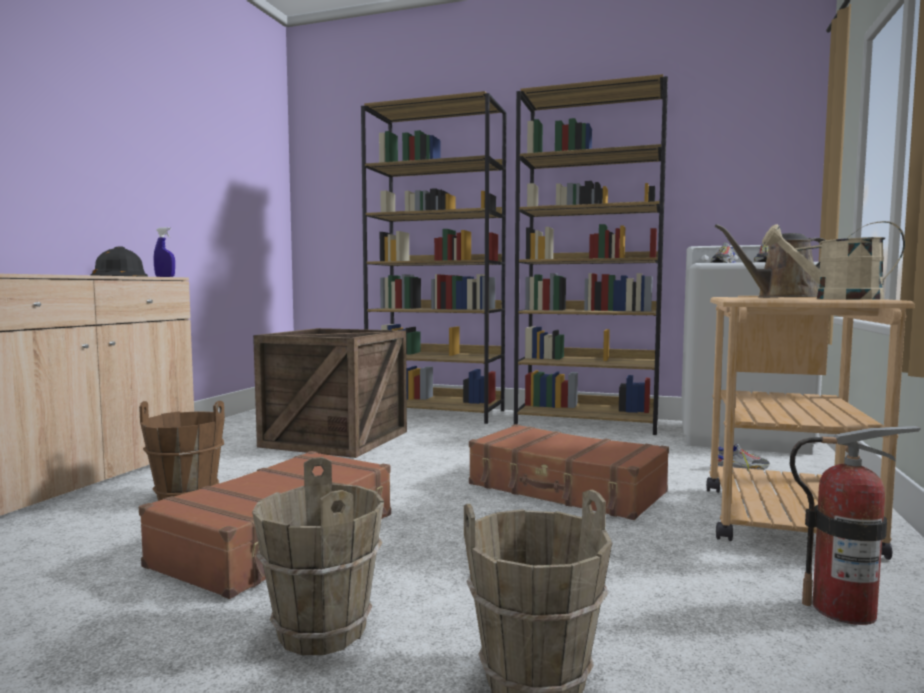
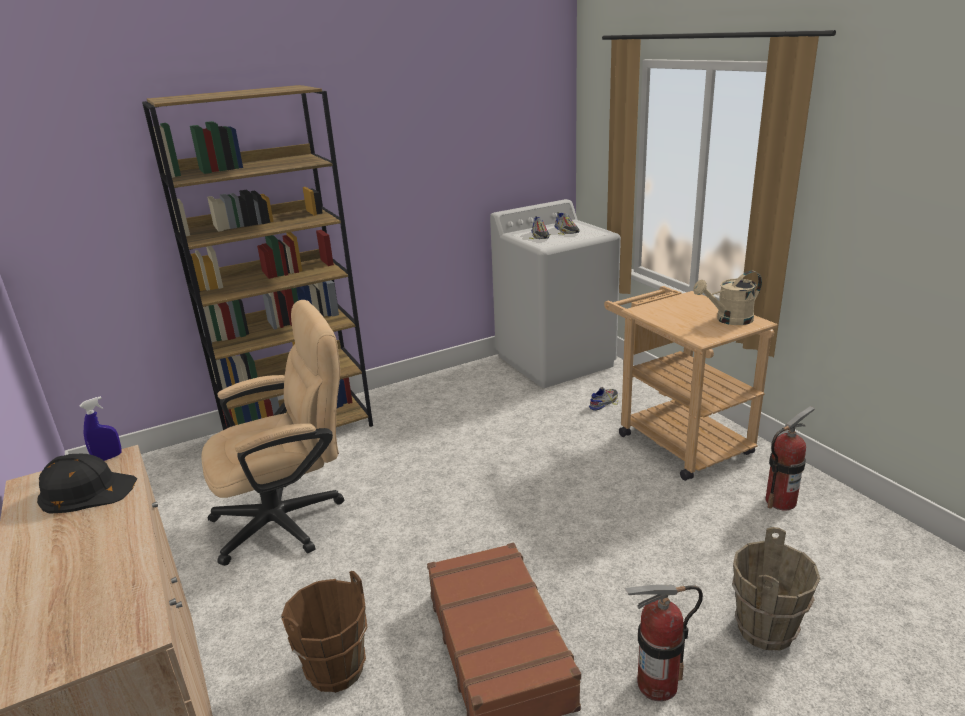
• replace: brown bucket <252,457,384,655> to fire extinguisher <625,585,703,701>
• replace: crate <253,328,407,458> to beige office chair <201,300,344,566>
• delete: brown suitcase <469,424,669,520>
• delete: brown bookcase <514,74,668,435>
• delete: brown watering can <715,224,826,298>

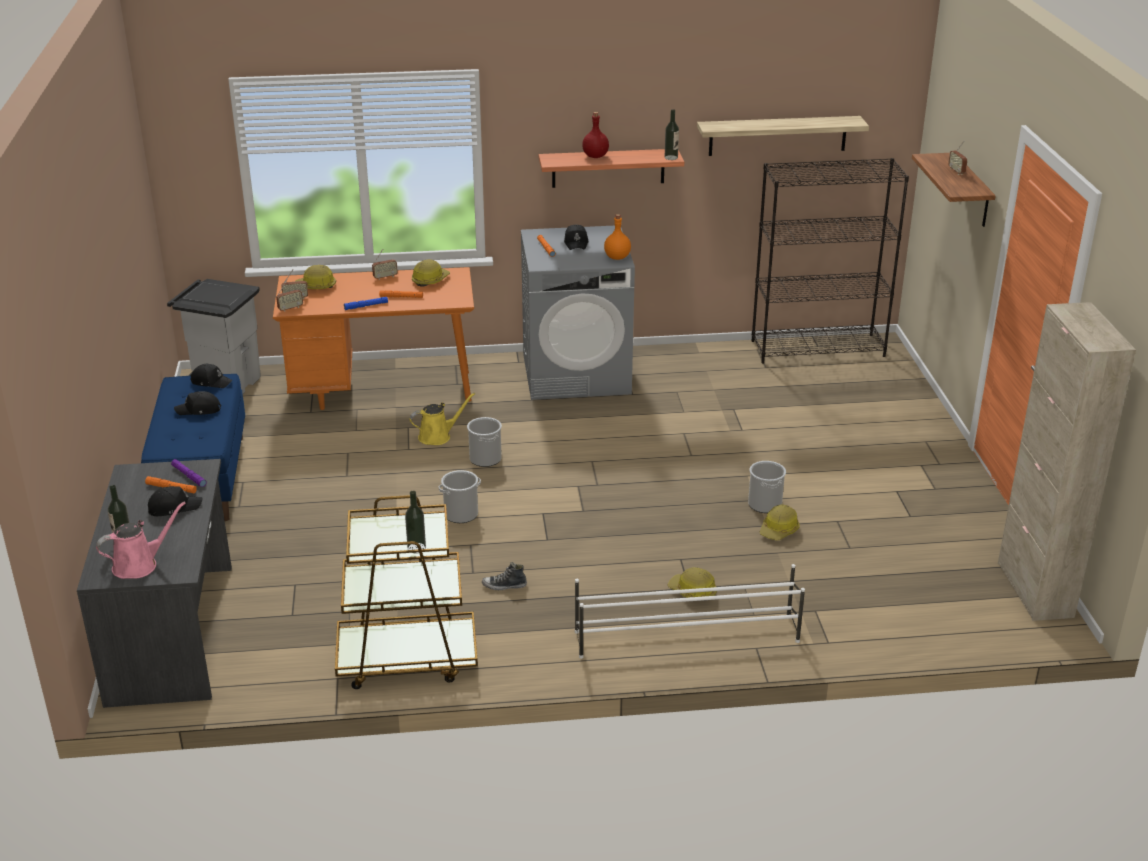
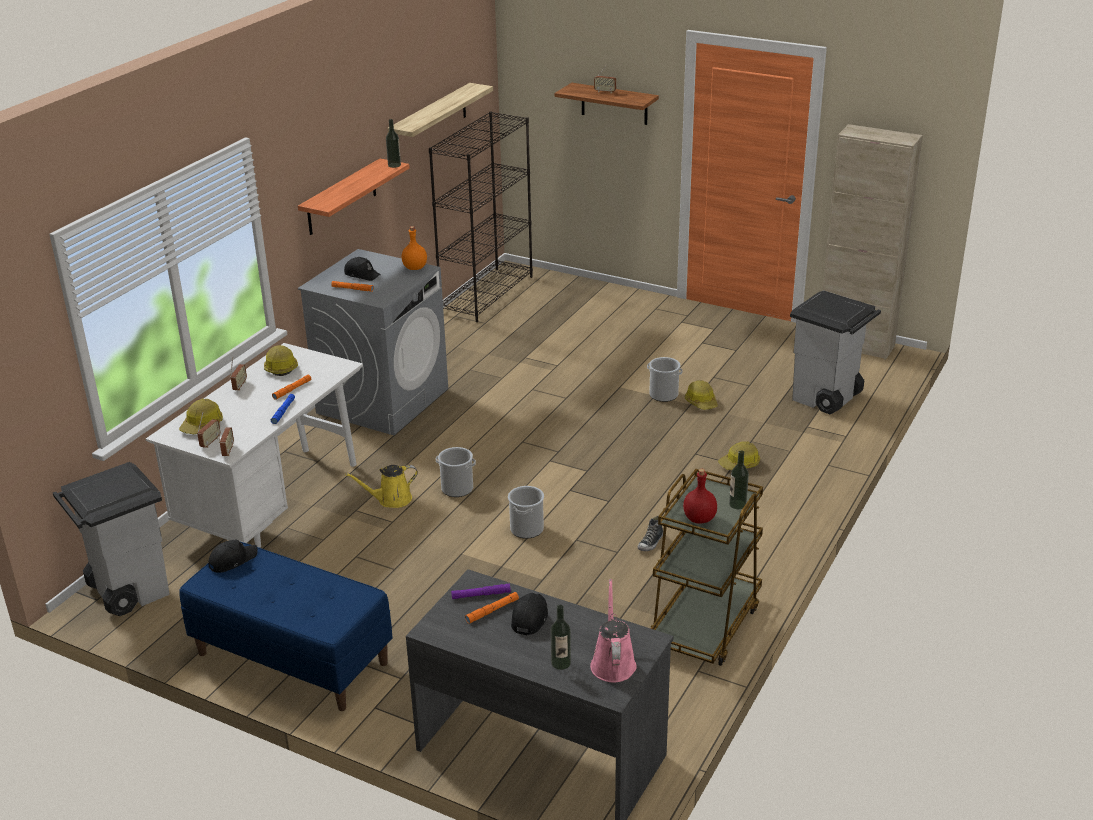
• delete: black cap <174,391,221,415>
• recolor: orange desk <273,267,474,410> to white desk <146,343,363,548>
• rotate: yellow watering can <410,393,475,445> = <345,465,418,508> 120 degrees counterclockwise
• delete: white shoe rack <575,564,805,659>
• move: red bottle <582,112,609,158> to <683,469,717,524>
• insert: grey trash can <790,290,881,414>

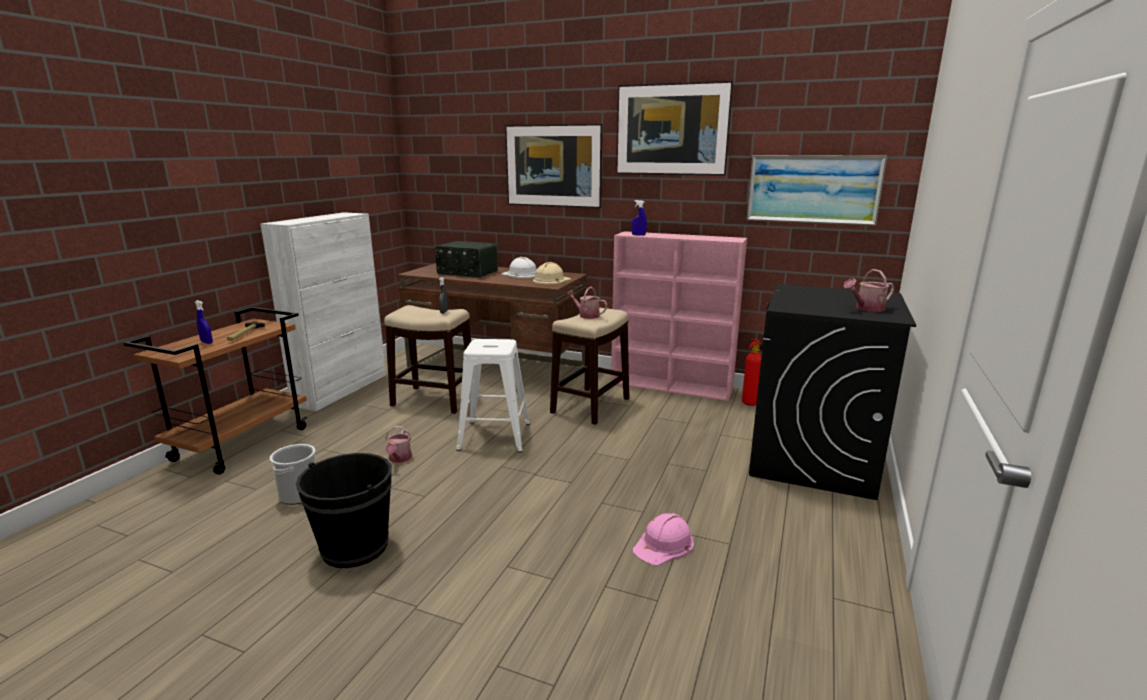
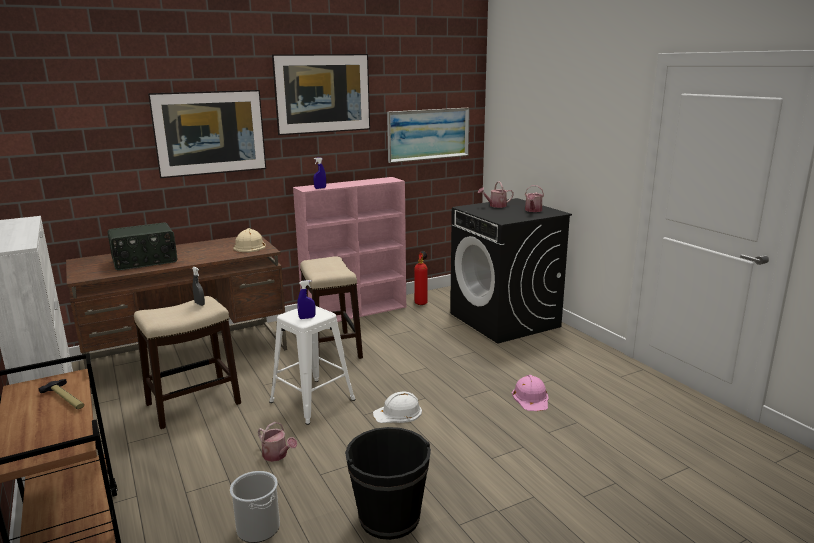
• move: blue spray bottle <195,300,213,344> to <297,280,315,319>
• move: white hard hat <502,257,537,278> to <373,391,422,423>
• move: watering can <566,287,607,319> to <478,181,514,208>

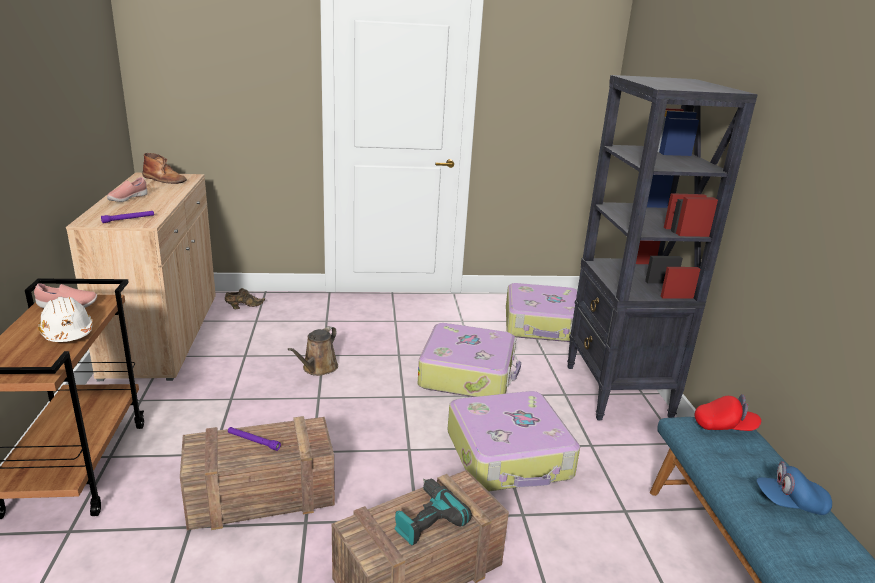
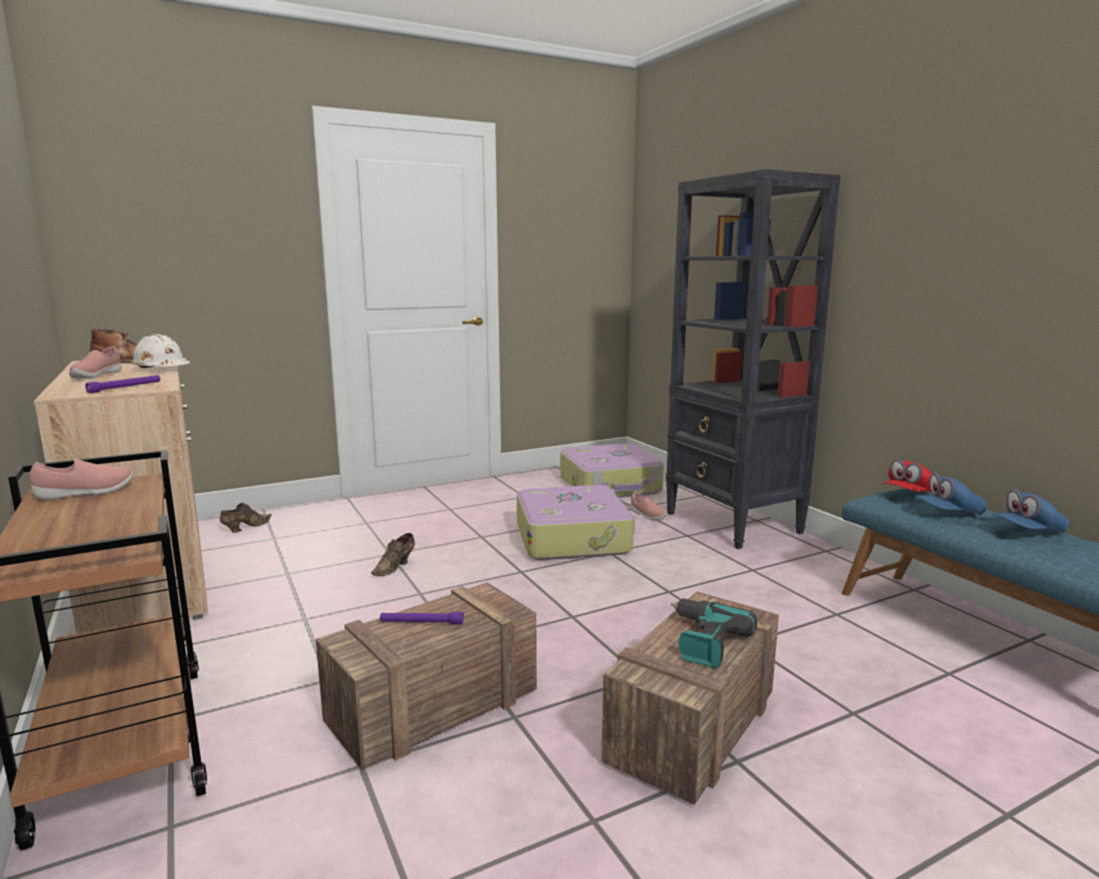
• move: white hard hat <38,297,93,342> to <131,334,190,368>
• replace: brown watering can <287,326,338,376> to brown shoe <371,533,415,576>
• delete: suitcase <447,391,580,492>
• rotate: red cap <695,394,762,431> = <882,459,932,492> 150 degrees clockwise
• insert: pink shoe <631,492,667,520>
• insert: blue cap <915,473,987,515>

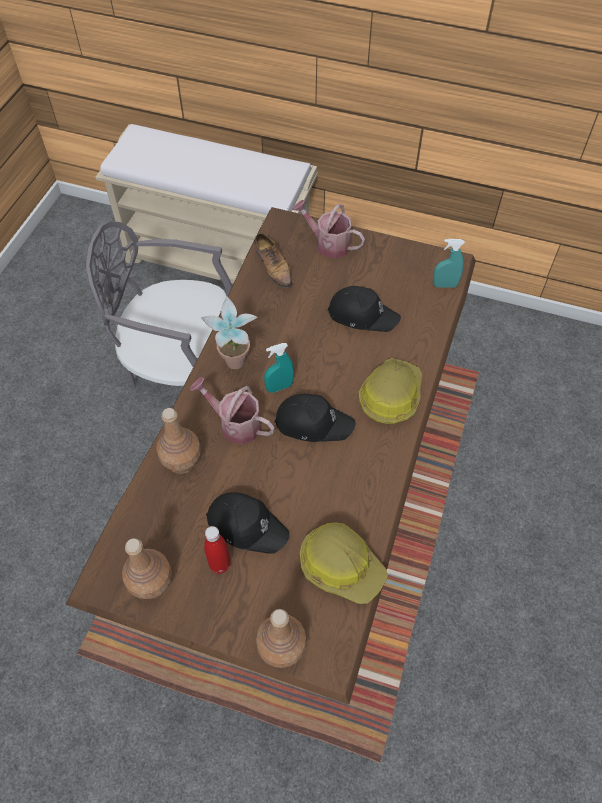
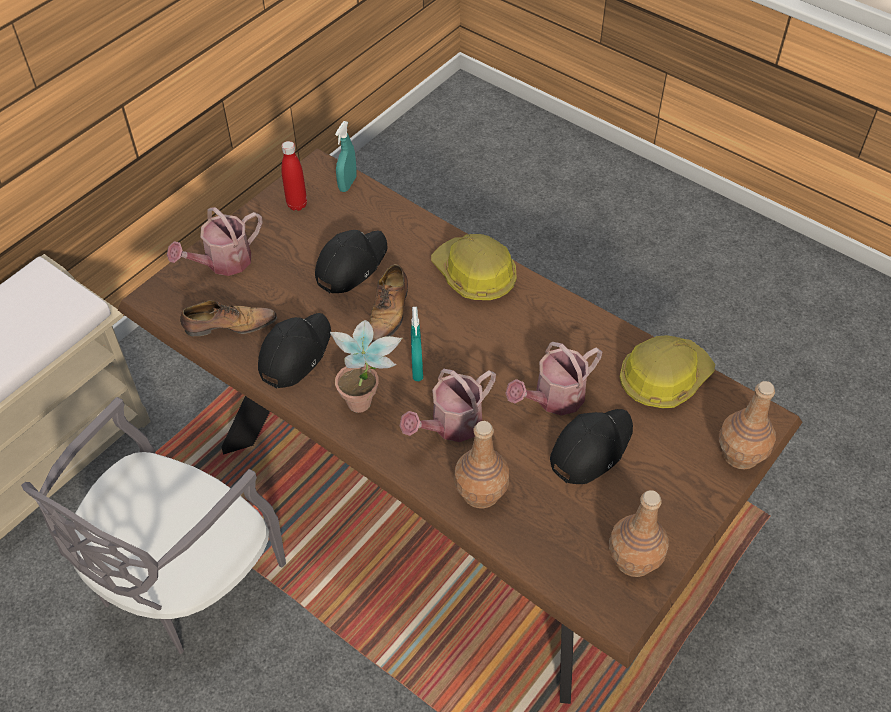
• move: red bottle <204,526,230,574> to <281,141,307,211>
• move: black cap <274,394,356,442> to <258,313,331,388>
• insert: shoe <369,264,408,343>
• insert: watering can <505,342,603,416>

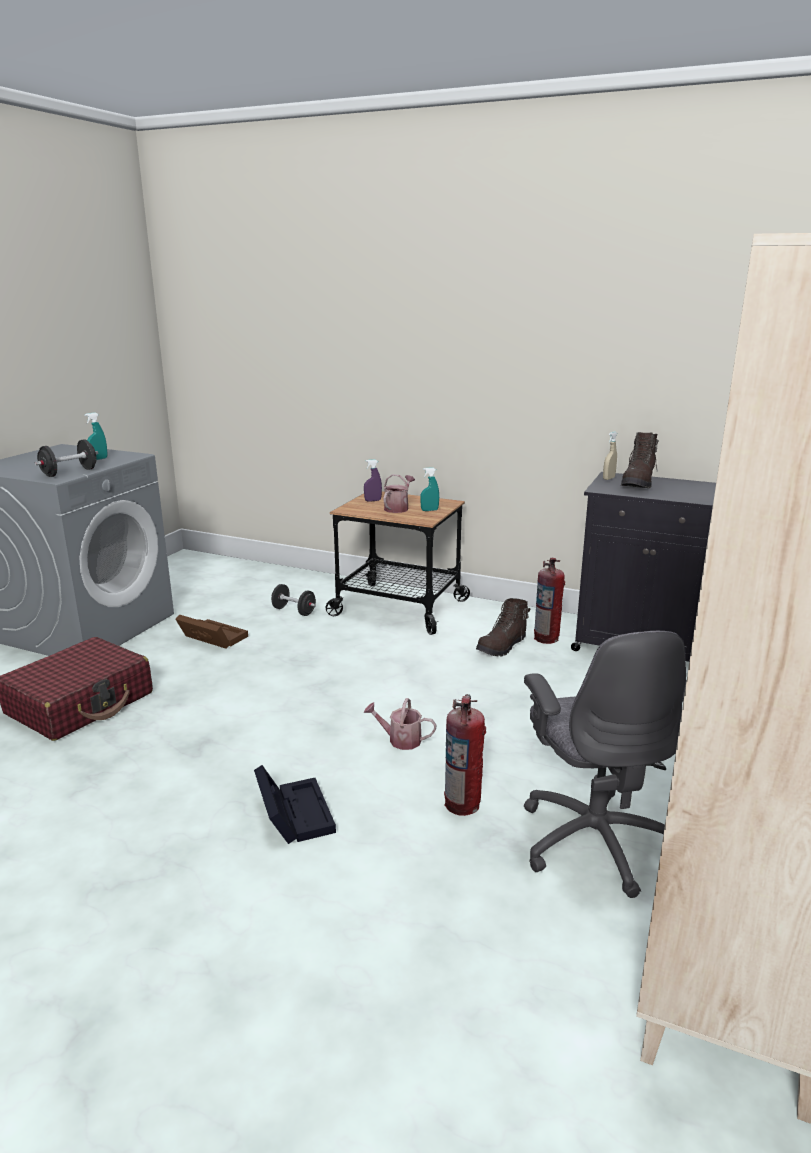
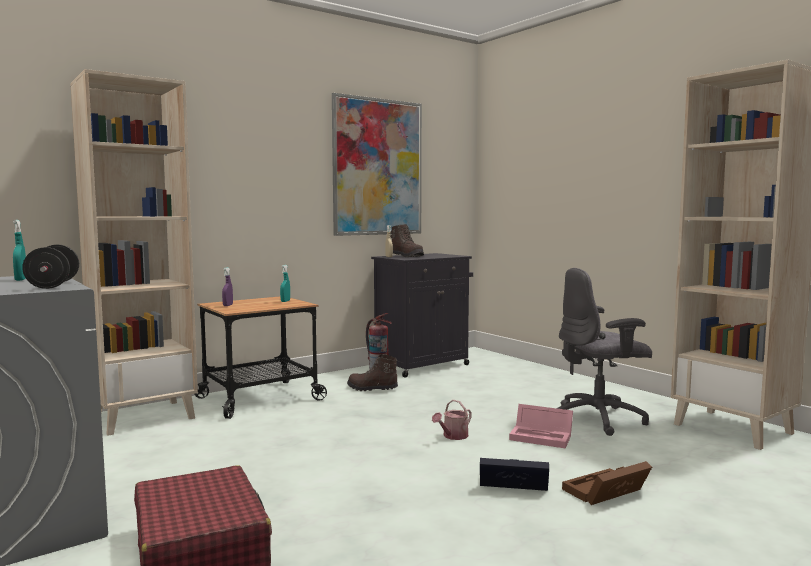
• move: brown storage box <175,614,248,649> to <562,461,652,505>
• delete: black dumbbell <271,584,316,616>
• delete: watering can <383,474,415,513>
• replace: fire extinguisher <444,694,486,816> to pink storage box <509,404,573,448>
• rotate: brown boot <476,598,530,657> = <347,354,398,391> 120 degrees clockwise
• rotate: grey office chair <524,631,687,898> = <557,268,652,436> 150 degrees clockwise
• insert: beige bookcase <70,69,198,436>
• insert: picture <332,93,422,236>

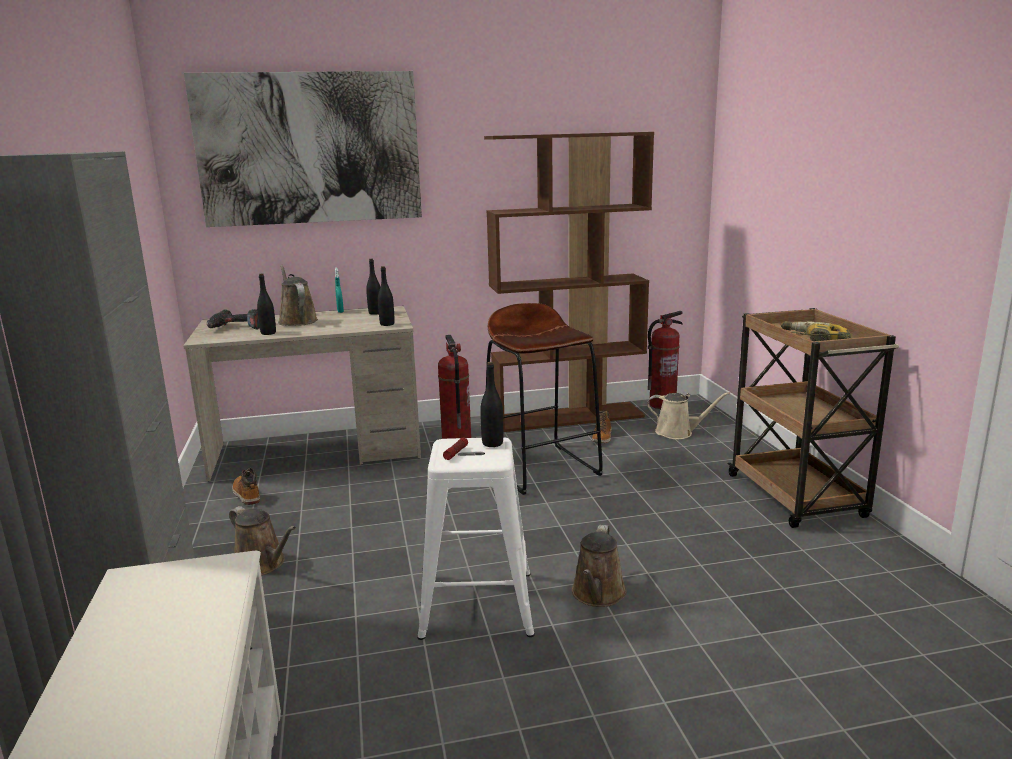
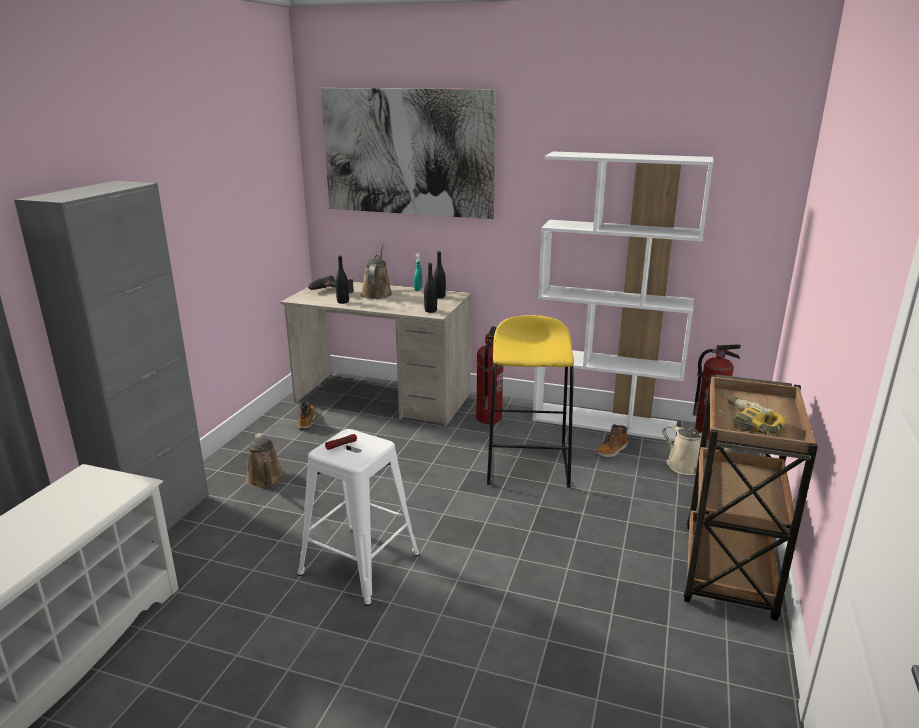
• delete: black bottle <480,362,503,447>
• recolor: brown bookcase <484,132,654,432> to white bookcase <532,152,713,441>
• recolor: brown stool <484,303,603,495> to yellow stool <487,315,574,488>
• delete: brown watering can <572,525,627,607>

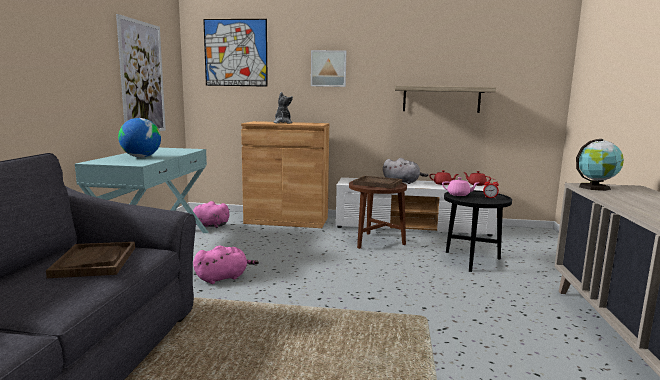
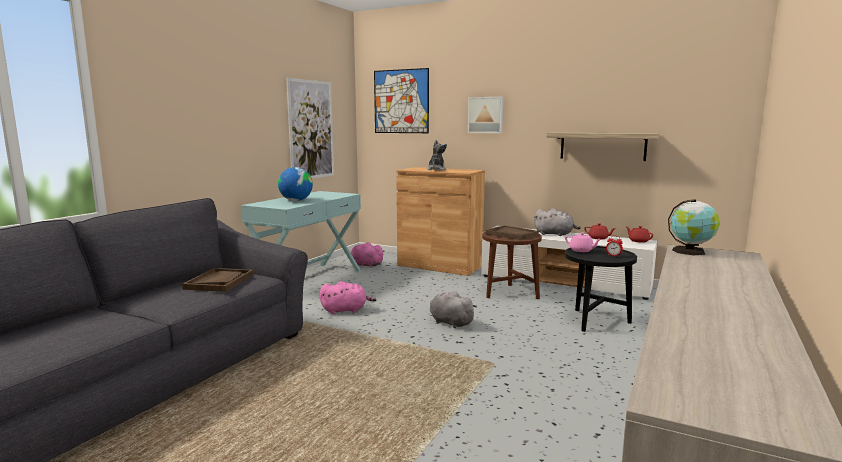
• insert: grey plush toy <430,291,477,328>

